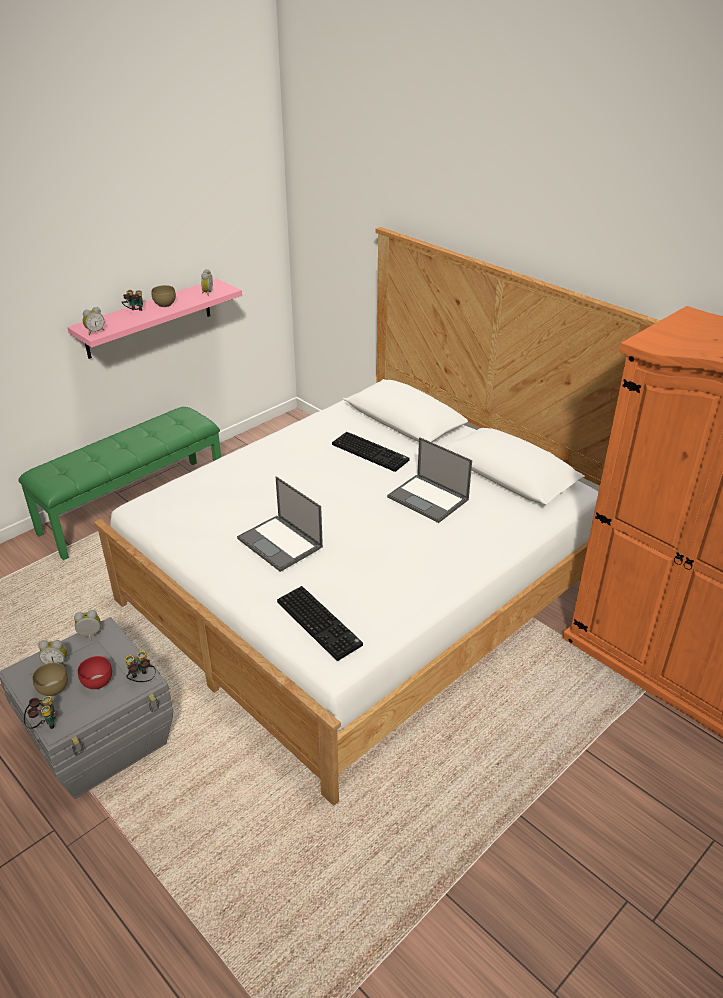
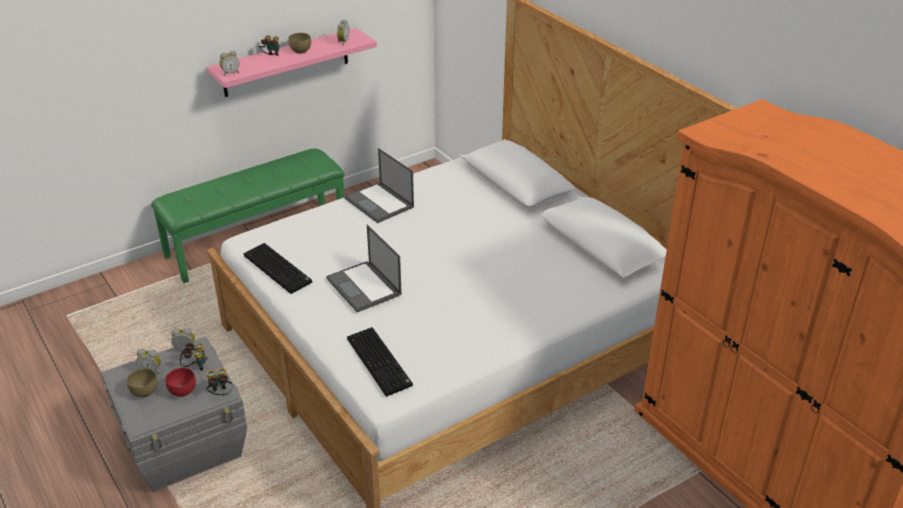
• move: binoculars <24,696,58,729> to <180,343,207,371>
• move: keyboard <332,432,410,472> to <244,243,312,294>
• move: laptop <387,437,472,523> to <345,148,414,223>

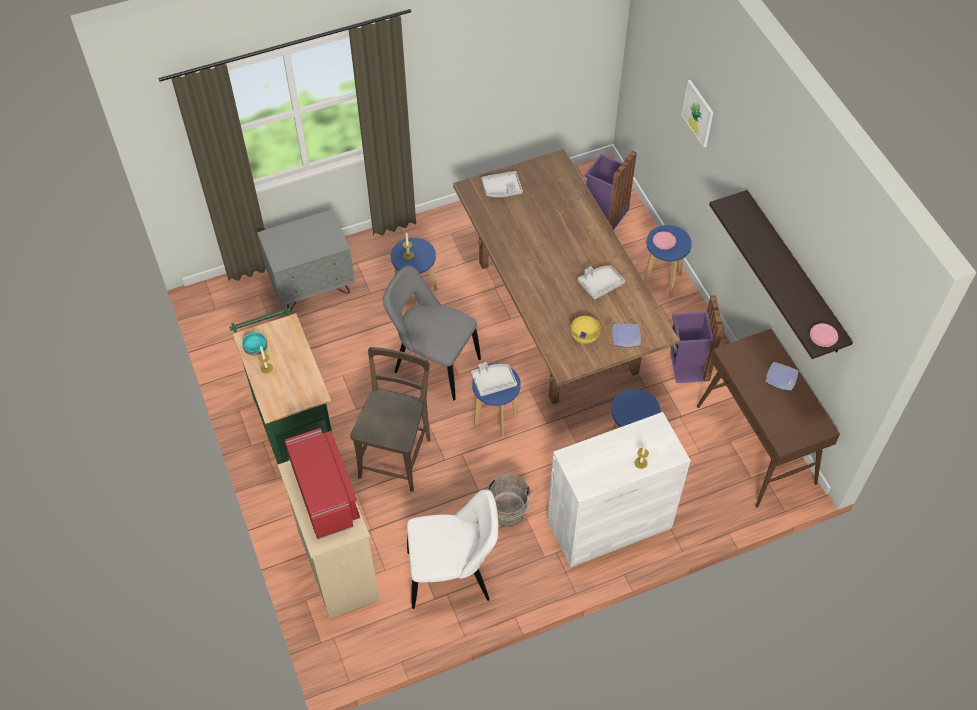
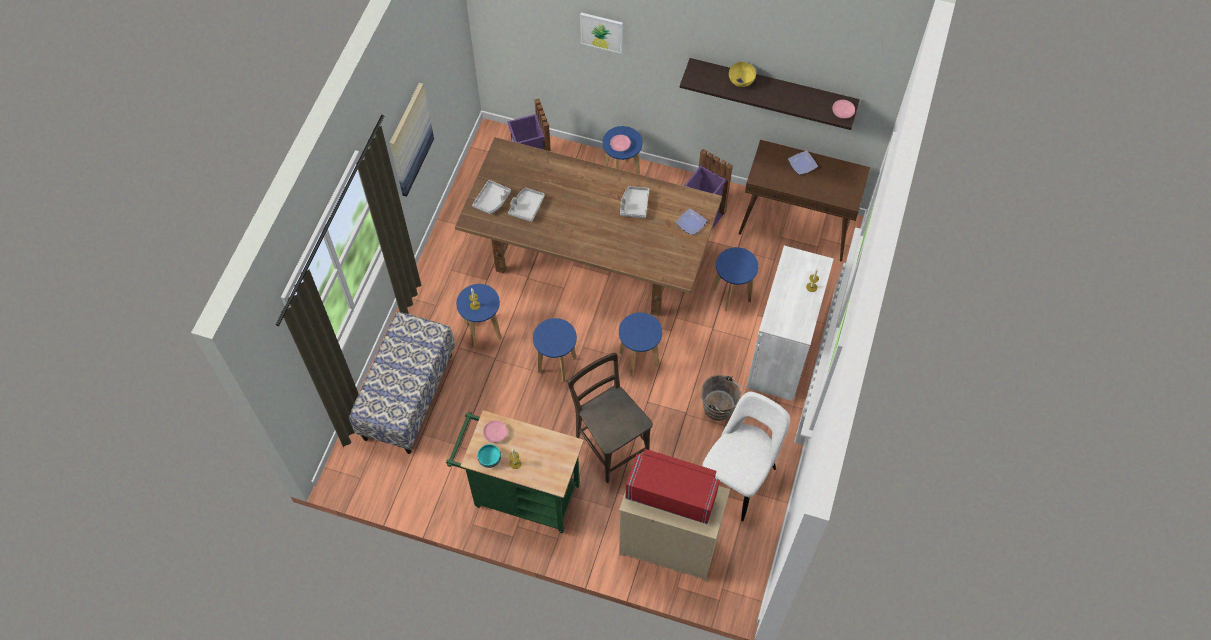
• replace: grey nightstand <257,209,355,312> to bench <349,312,455,454>
• replace: grey chair <383,265,481,400> to blue stool <533,318,577,383>
• move: grey tray <471,362,517,396> to <508,188,545,222>
• move: yellow bowl <570,316,601,344> to <729,62,756,87>
• insert: picture <390,83,434,197>
• insert: pink plate <483,420,507,443>

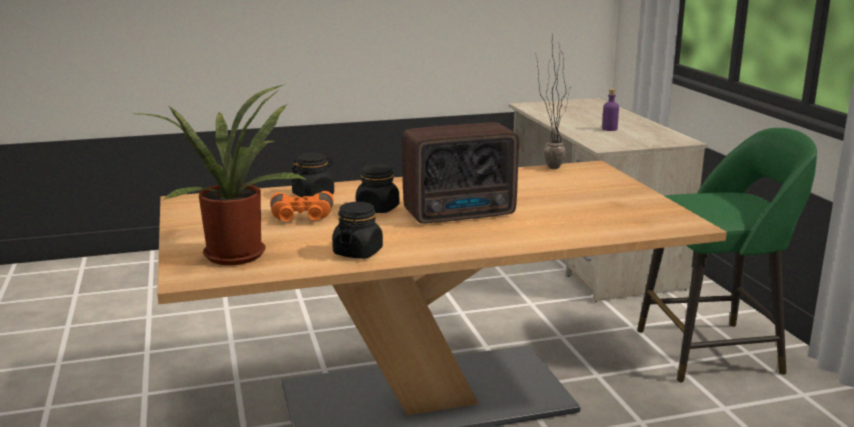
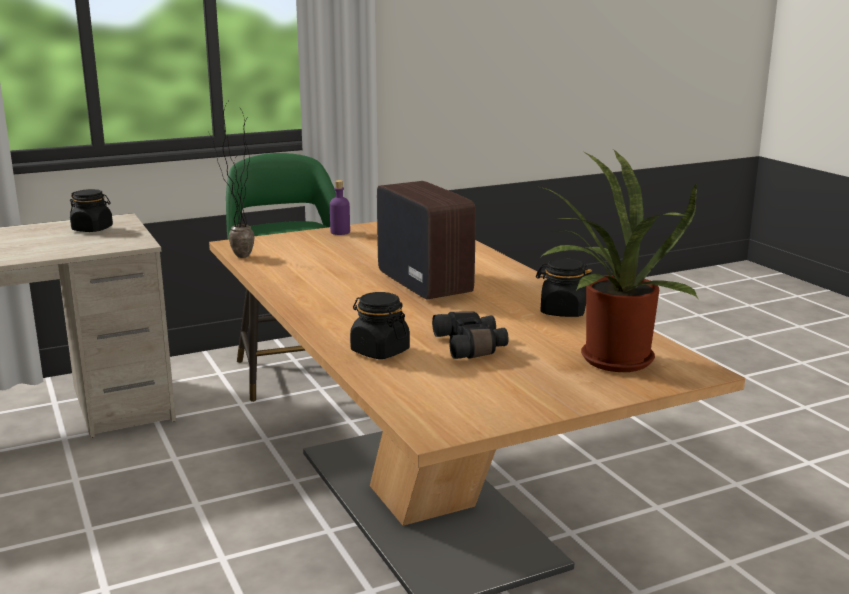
• recolor: orange binoculars <270,191,334,221> to black binoculars <432,311,509,359>
• move: black jar <356,164,399,213> to <70,189,113,232>
• move: purple bottle <602,88,619,131> to <330,180,350,235>

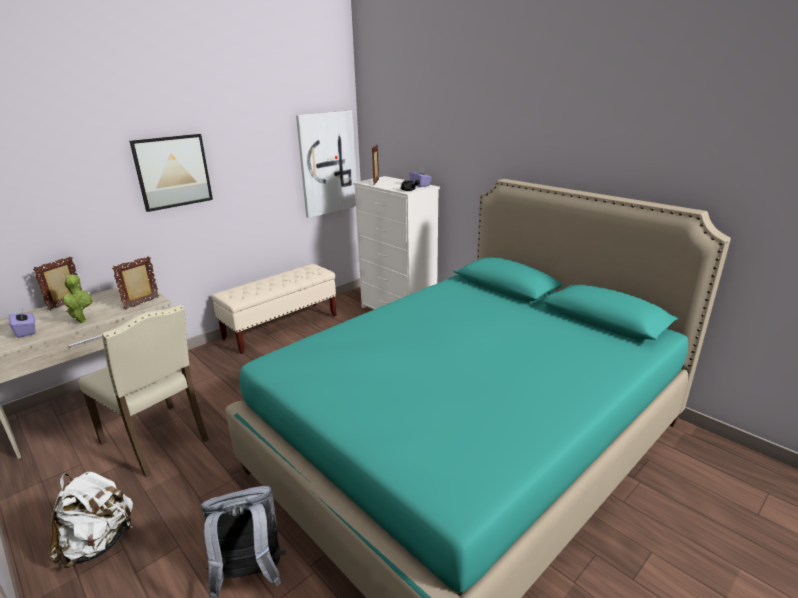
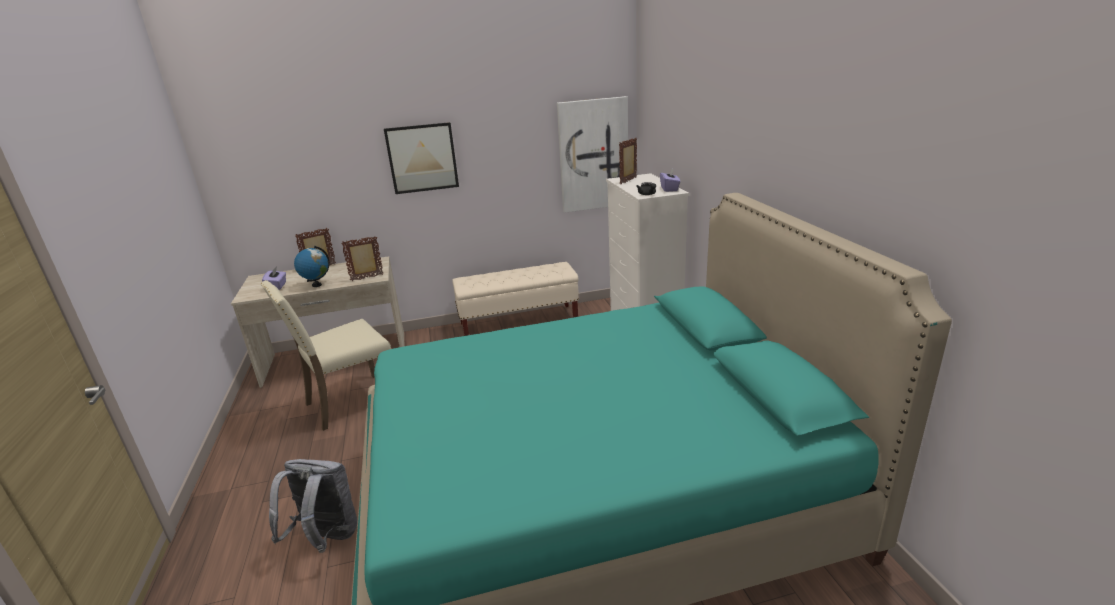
• delete: white backpack <49,472,133,568>
• replace: potted plant <63,274,92,323> to globe <294,246,330,287>
• rotate: beige chair <78,304,209,478> = <261,280,391,431> 75 degrees clockwise

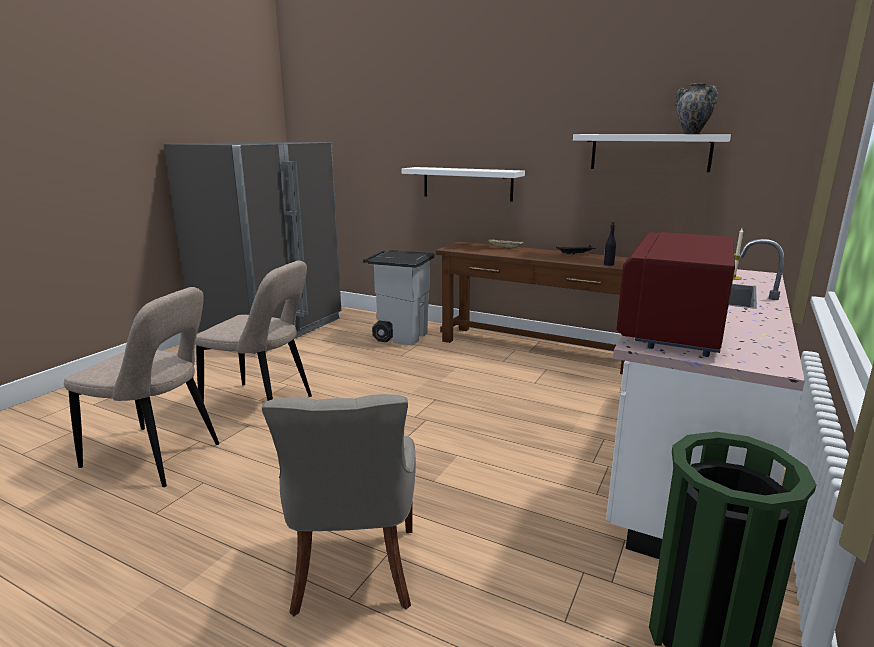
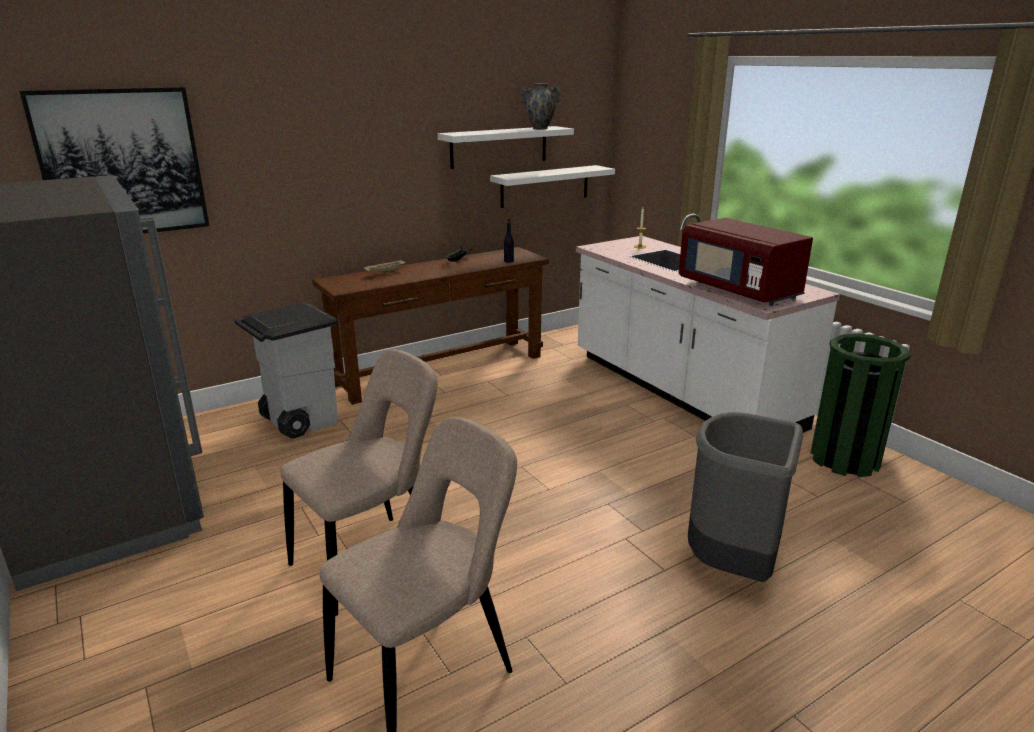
• replace: grey chair <262,394,416,616> to grey trash can <688,412,803,582>
• move: white shelf <401,167,525,202> to <490,165,615,208>
• insert: picture <19,87,209,234>

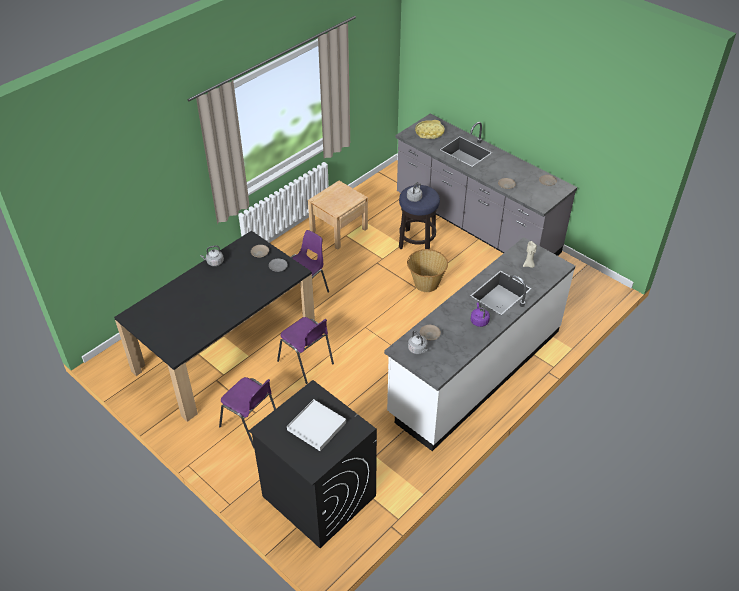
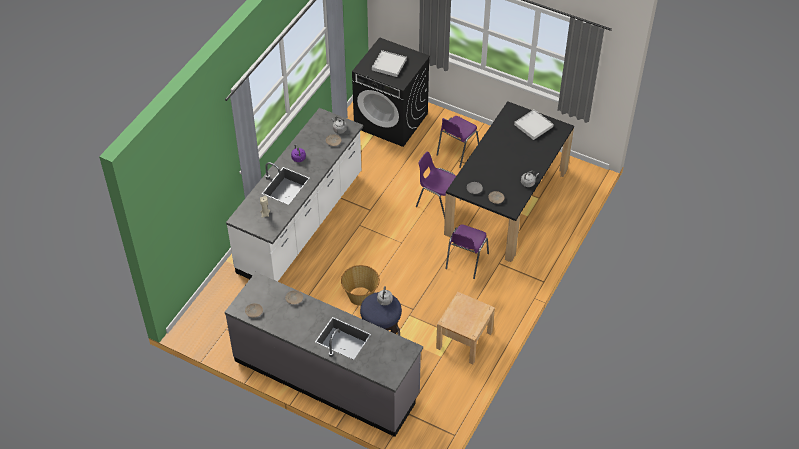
• rotate: purple chair <219,377,276,448> = <437,116,479,168> 75 degrees counterclockwise
• delete: yellow tray <415,120,445,139>
• insert: white tray <514,109,554,140>

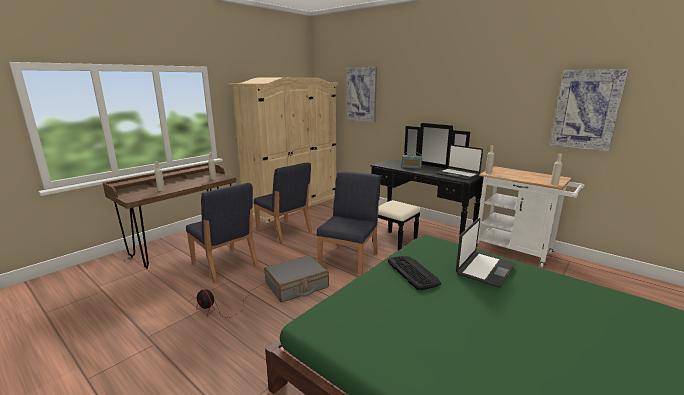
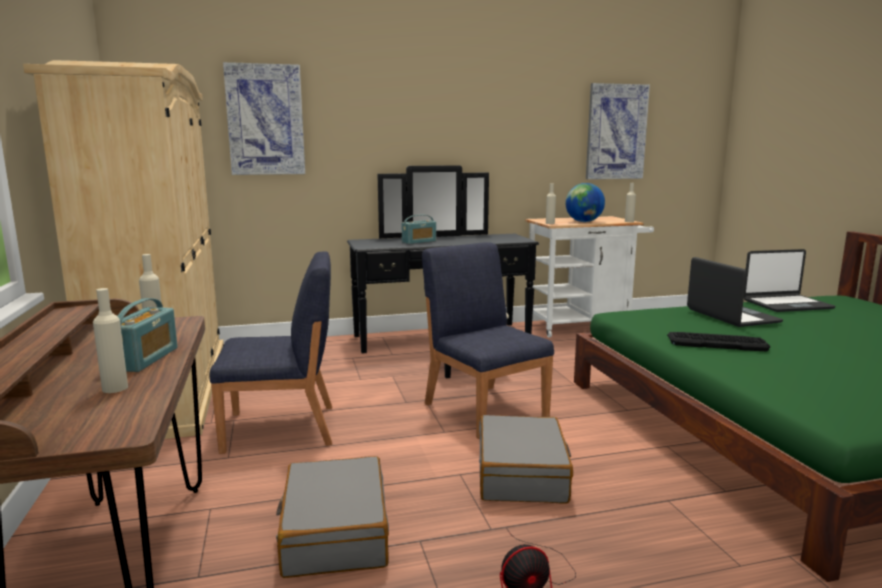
• replace: blue chair <186,183,258,283> to grey suitcase <276,456,389,578>
• move: laptop <436,144,483,180> to <744,249,836,312>
• insert: radio <118,298,178,372>
• insert: globe <565,183,605,222>

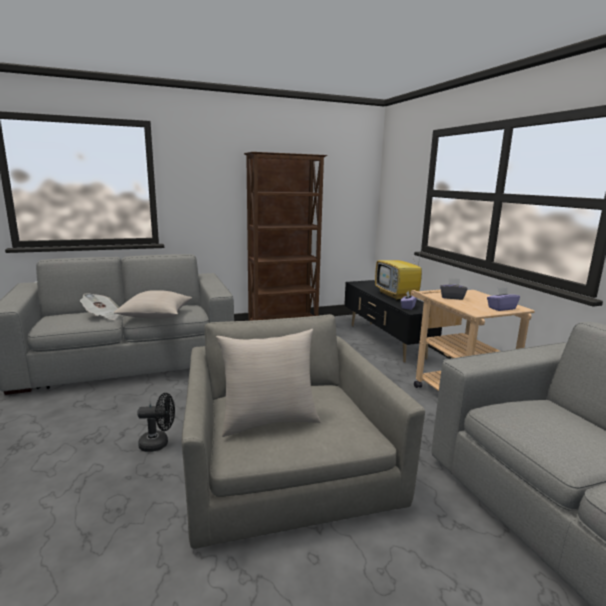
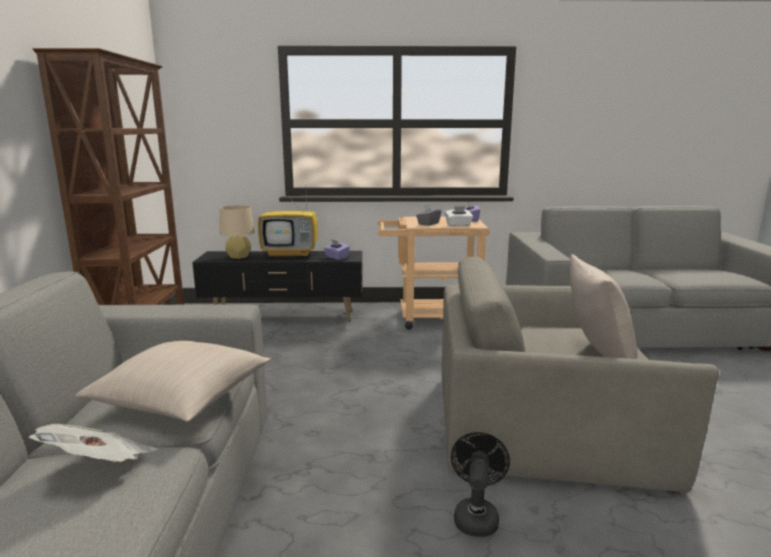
• insert: beige table lamp <219,205,255,259>
• insert: white tissue box <445,206,473,227>

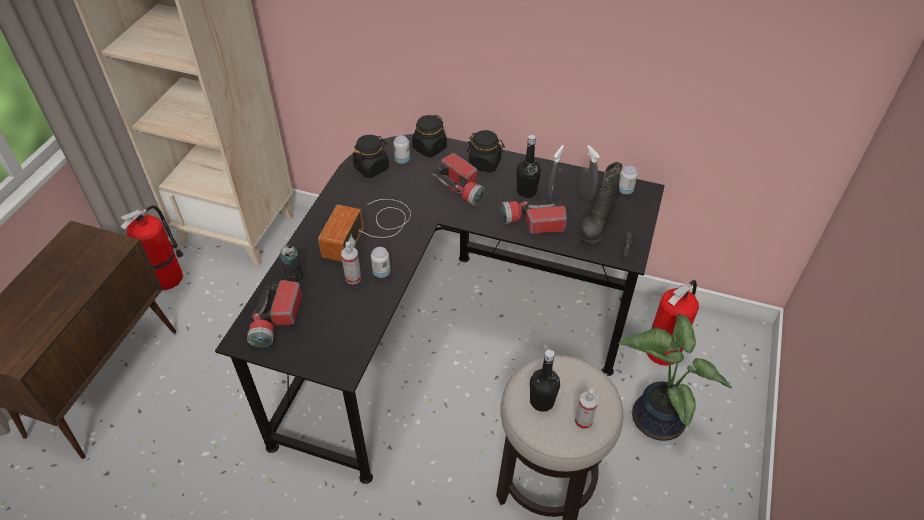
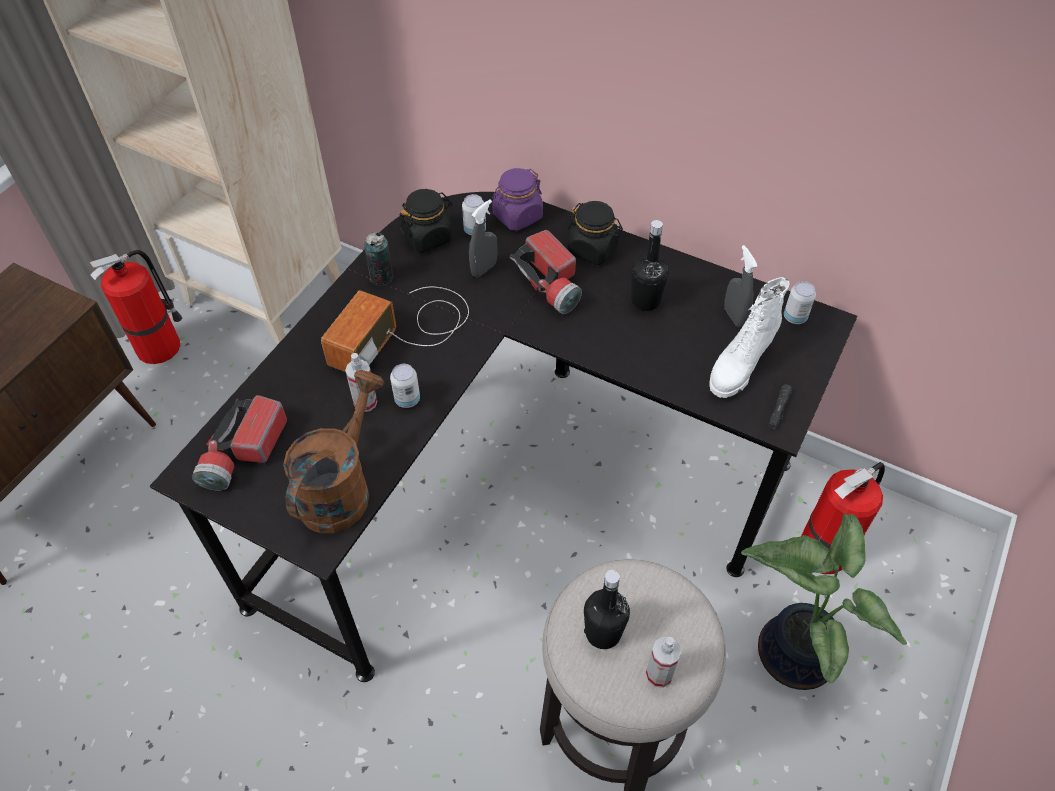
• move: can <280,245,303,283> to <364,232,393,286>
• recolor: black jar <412,115,447,157> to purple jar <492,168,543,231>
• delete: flashlight <501,201,567,234>
• move: grey spray bottle <546,145,564,200> to <469,199,498,277>
• recolor: black boot <579,162,622,245> to white boot <709,277,790,398>
• insert: brown watering can <283,370,384,533>

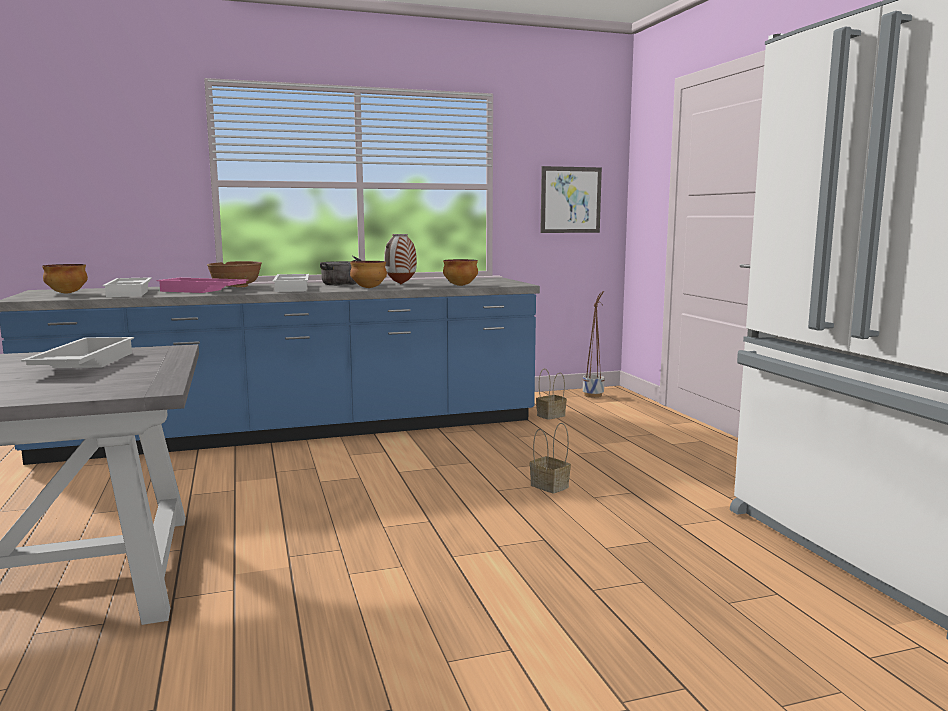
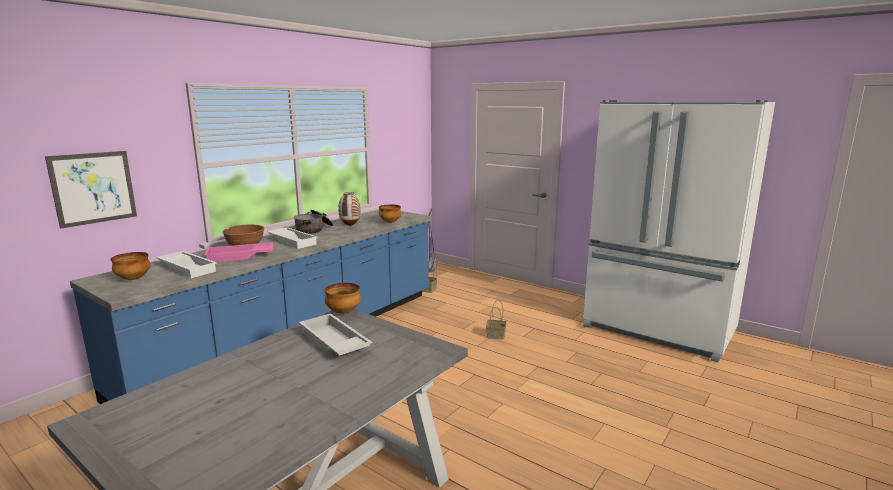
• move: bowl <350,261,387,288> to <324,283,361,314>
• move: picture <540,166,602,233> to <45,151,137,229>

